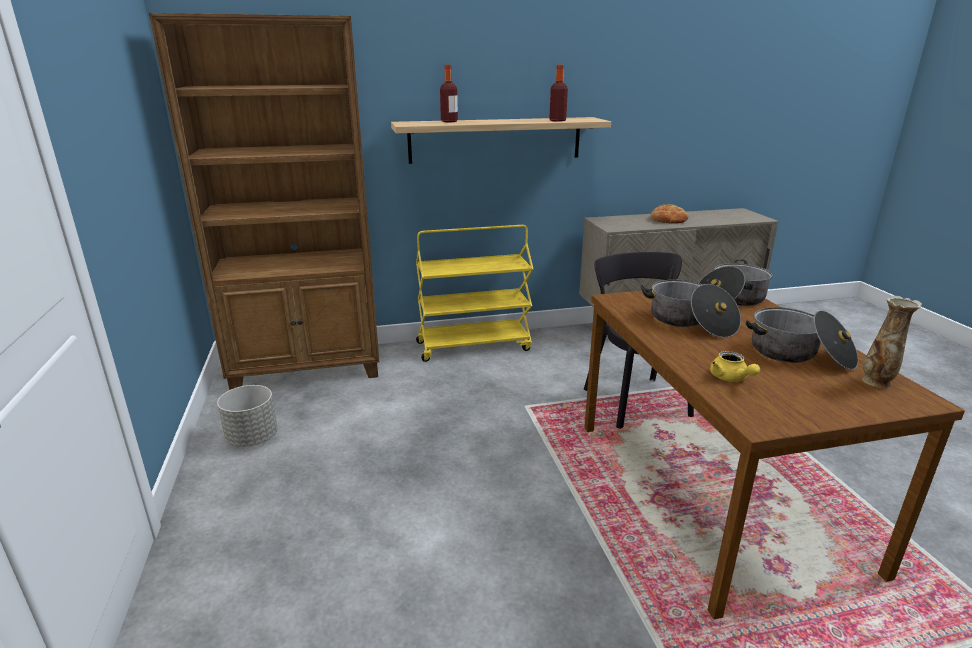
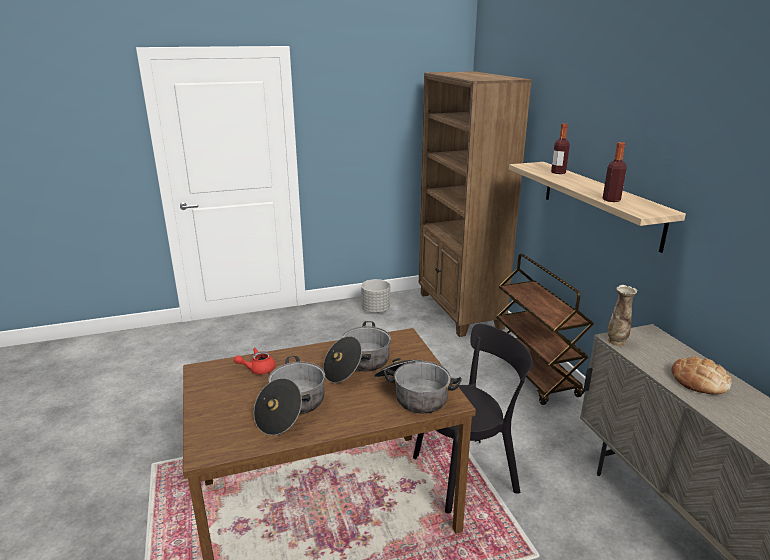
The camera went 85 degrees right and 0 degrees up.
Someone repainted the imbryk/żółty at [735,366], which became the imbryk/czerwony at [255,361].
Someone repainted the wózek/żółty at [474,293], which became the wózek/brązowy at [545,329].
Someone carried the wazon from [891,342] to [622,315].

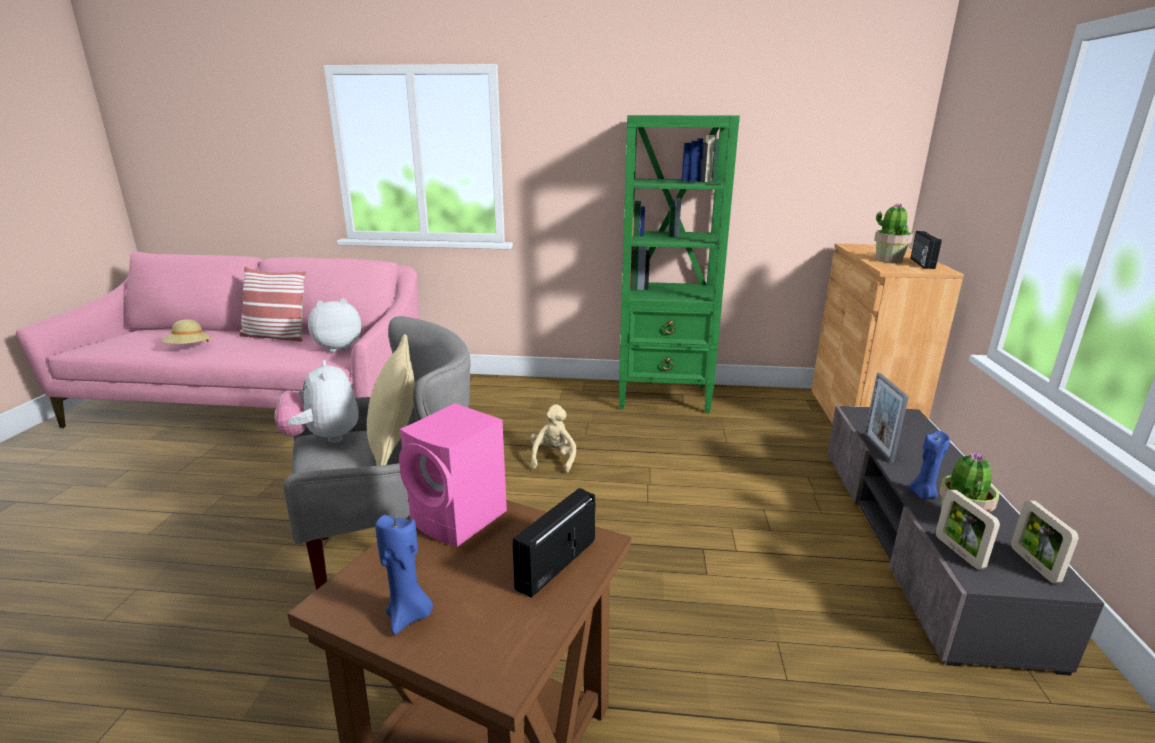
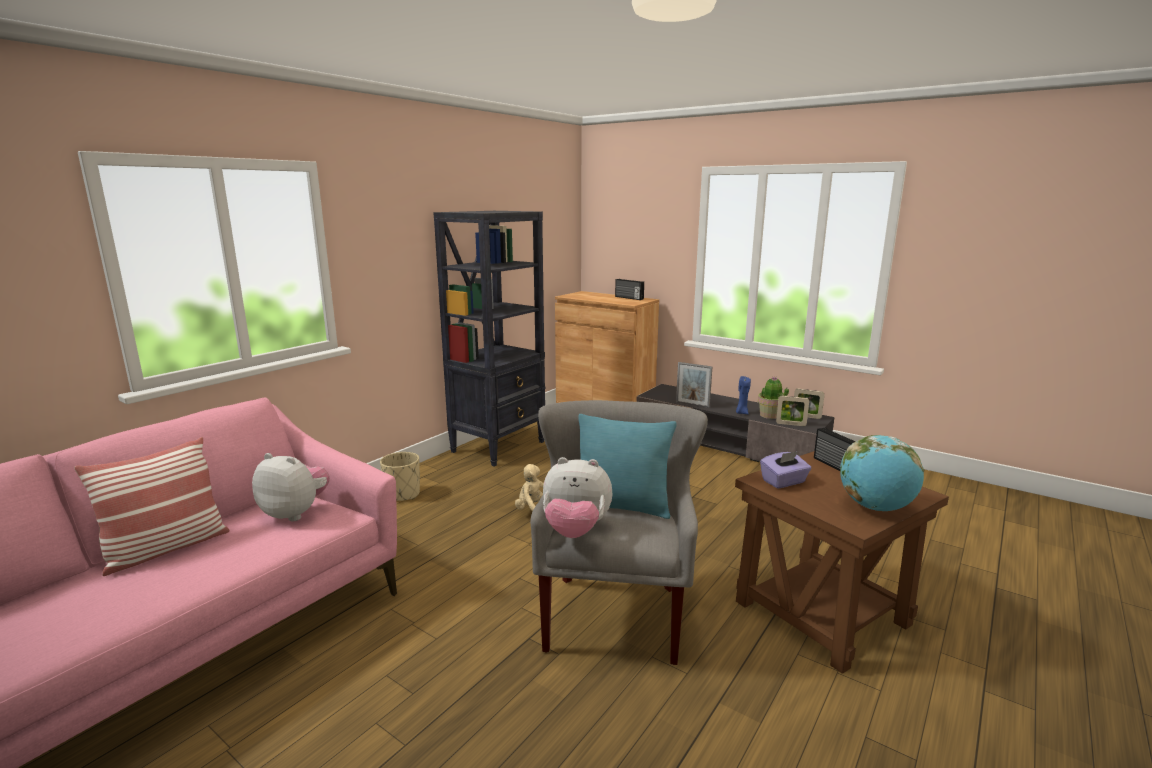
The camera went 60 degrees left and 5 degrees down.
Someone rotated the pluszak at [334,325] by 105 degrees clockwise.
Someone put down the donica/beżowy at [400,476].
Someone repainted the regał/zielony at [679,264], which became the regał/czarny at [489,339].
Someone repainted the poduszka/beżowy at [391,400], which became the poduszka/turkusowy at [627,466].
Someone swapped the głośnik/różowy at [453,475] for the pudełko chusteczek/fioletowy at [785,470].
Someone swapped the świeca/niebieski at [404,575] for the globus at [882,473].
Someone took away the kapelusz/beżowy at [187,331].
Someone took away the roślina doniczkowa at [893,233].

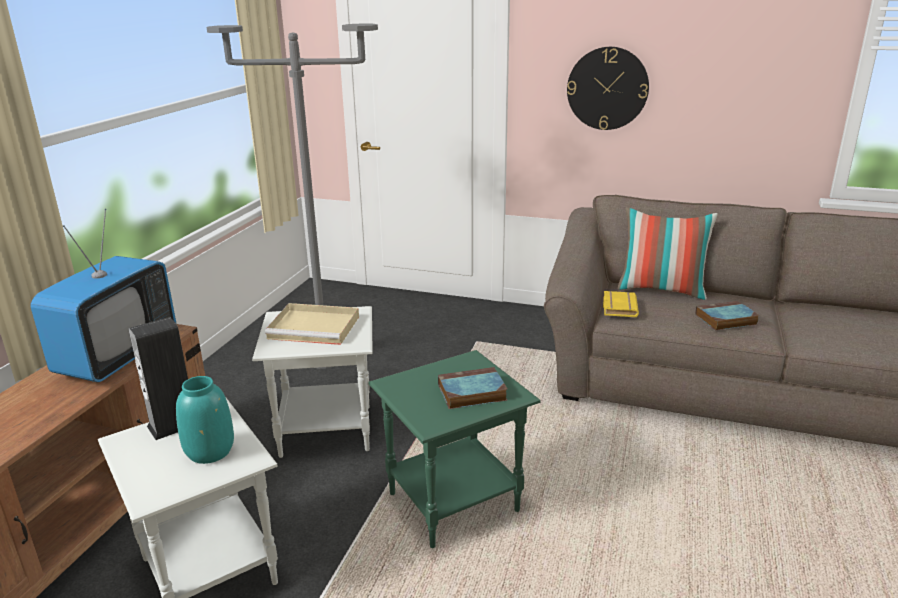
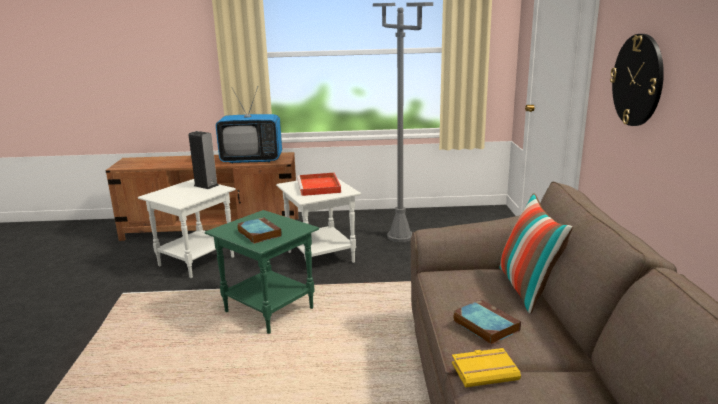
The camera went 70 degrees right and 5 degrees down.
Someone repainted the taca/beżowy at [312,324], which became the taca/czerwony at [319,184].
Someone carried the książka/żółty from [621,304] to [486,367].
Someone took away the wazon/turkusowy at [205,420].

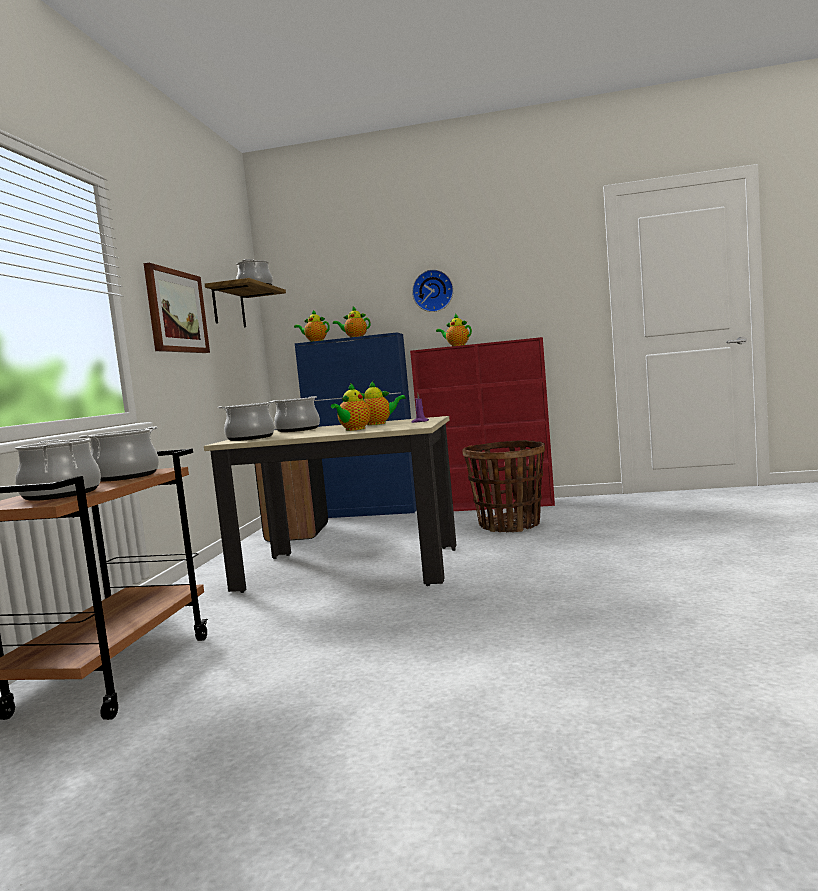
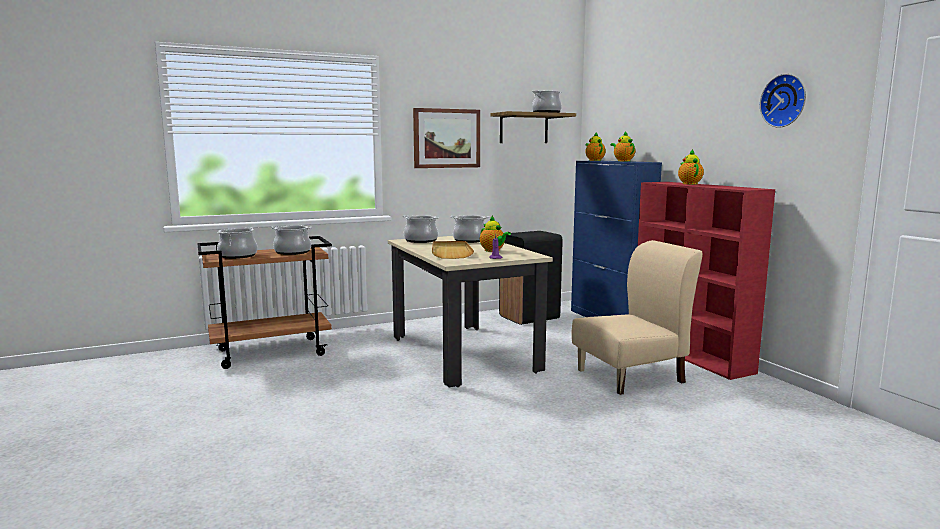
The camera went 55 degrees right and 5 degrees up.
Someone swapped the imbryk at [351,407] for the taca/beżowy at [453,250].
Someone swapped the koszyk at [503,486] for the krzesło/beżowy at [637,317].
Someone carried the zegar ścienny from [433,290] to [783,101].

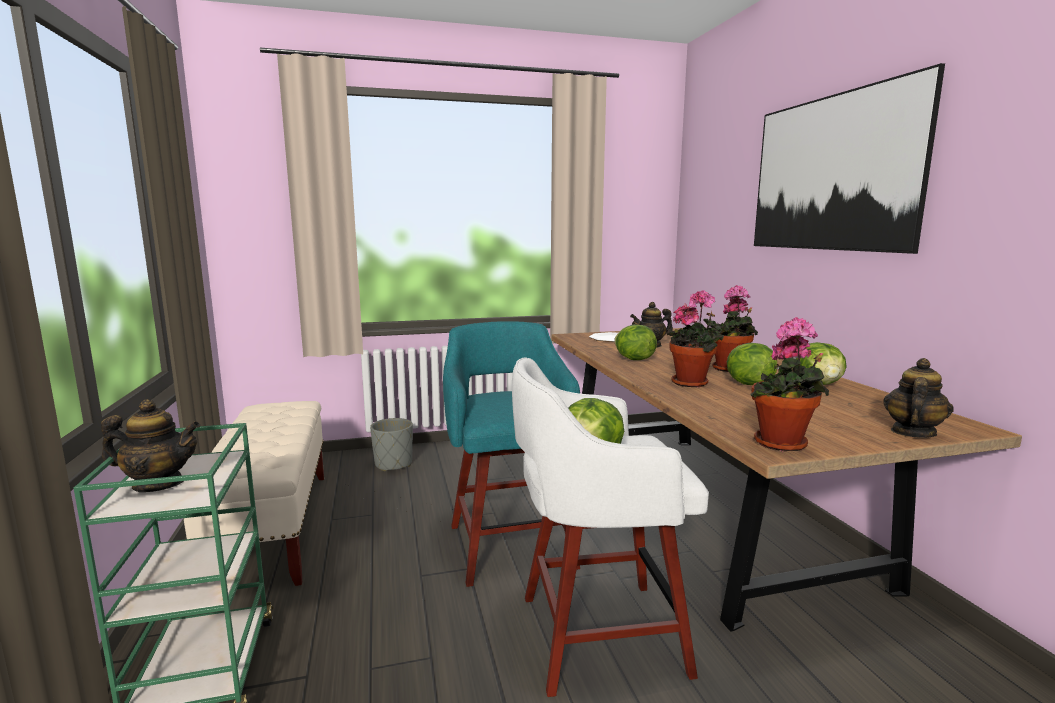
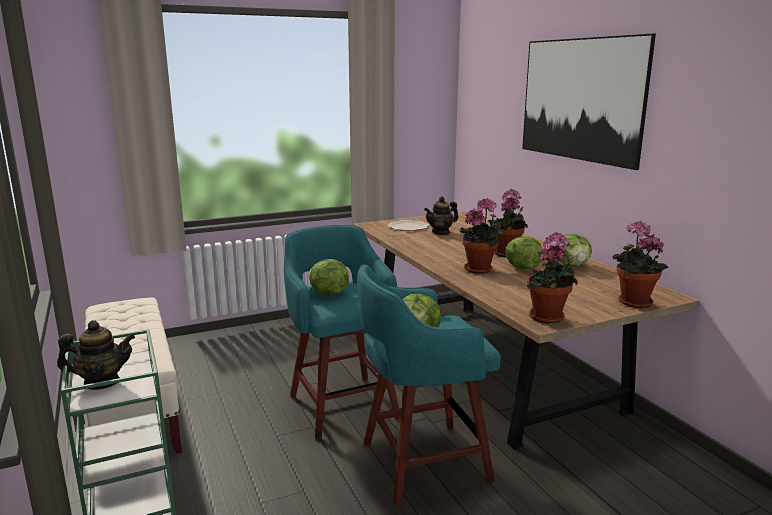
The camera went 10 degrees left and 5 degrees up.
Someone carried the sałata from [635,342] to [329,277].
Someone repainted the stołek/biały at [610,527], which became the stołek/turkusowy at [429,384].
Someone swapped the imbryk at [918,398] for the roślina doniczkowa at [640,264].
Someone took away the donica/szary at [391,444].

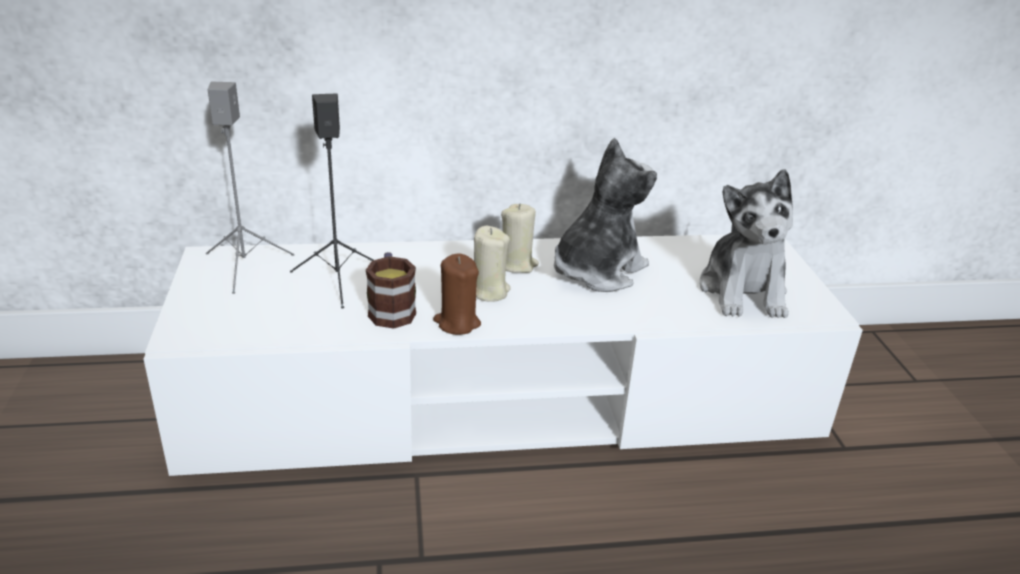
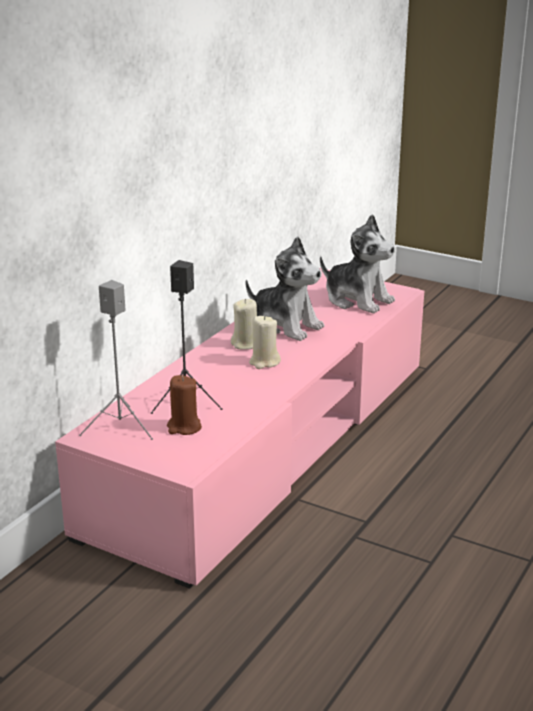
The camera went 50 degrees left and 5 degrees down.
Someone repainted the szafka pod telewizor/biały at [503,355], which became the szafka pod telewizor/różowy at [239,428].
Someone carried the świeca/brązowy from [457,294] to [184,405].
Someone rotated the pluszak at [605,215] by 135 degrees clockwise.
Someone took away the kubek at [391,290].

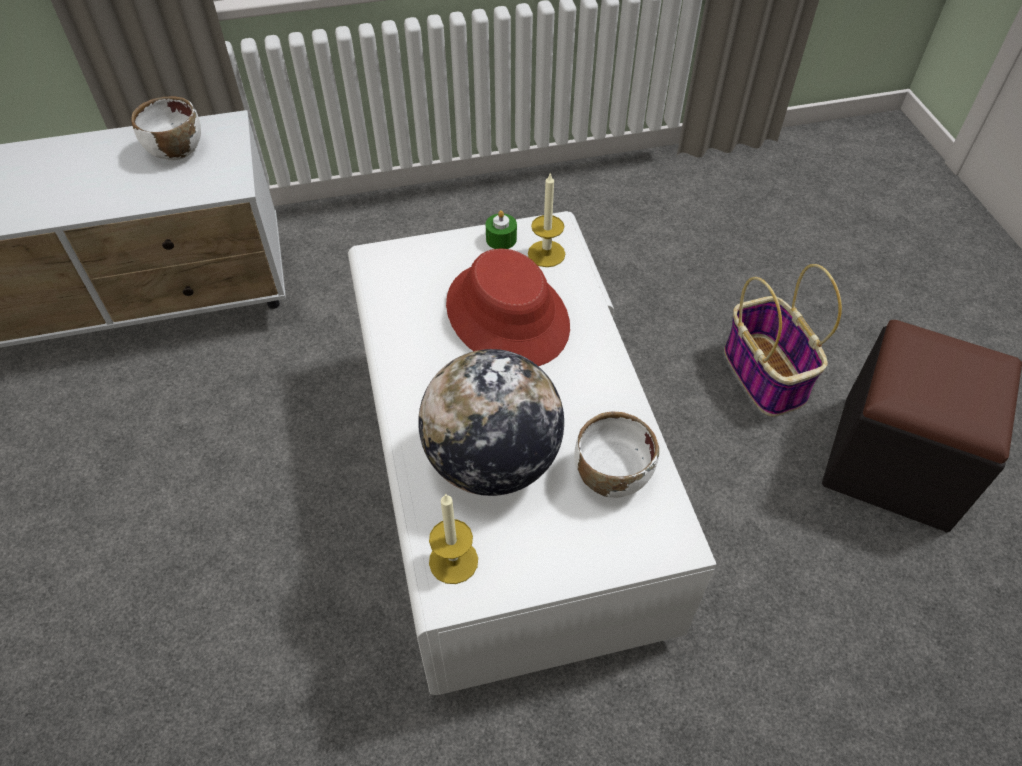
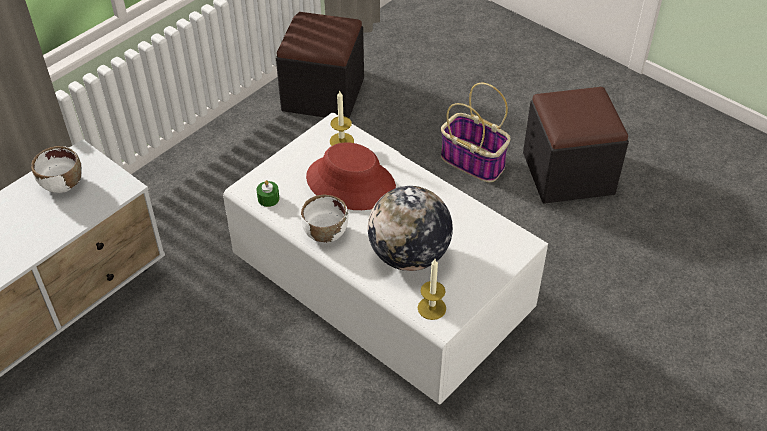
The camera went 35 degrees left and 5 degrees down.
Someone carried the świeca/zielony from [501,229] to [268,193].
Someone put down the pufa/czarny at [320,65].
Someone carried the miska/biały from [616,455] to [324,219].

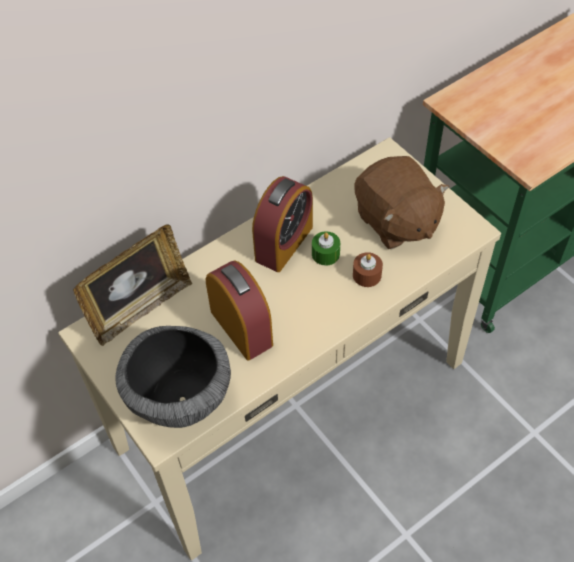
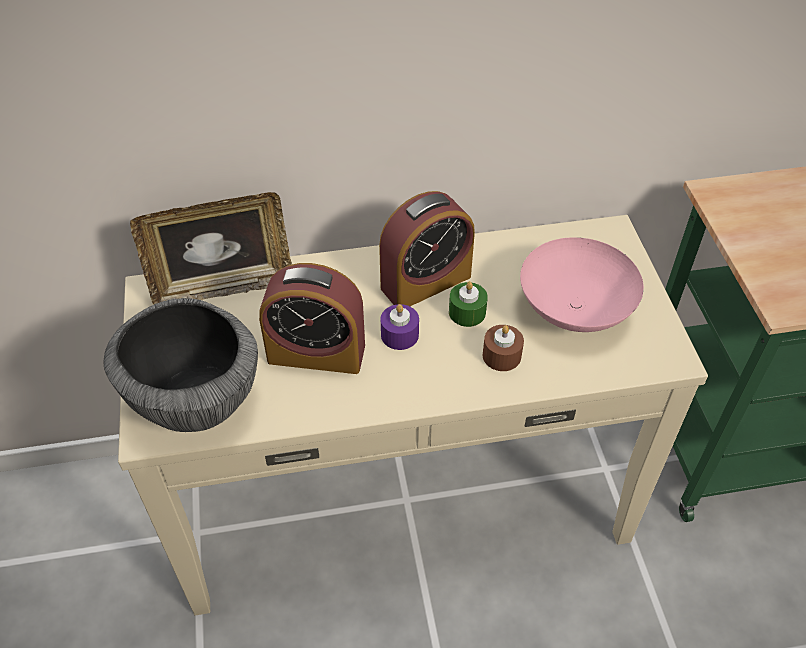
The camera went 25 degrees right and 5 degrees down.
Someone rotated the budzik at [239,310] by 105 degrees clockwise.
Someone put down the świeca/fioletowy at [400,327].
Someone swapped the pluszak/brązowy at [401,202] for the miska/różowy at [582,284].

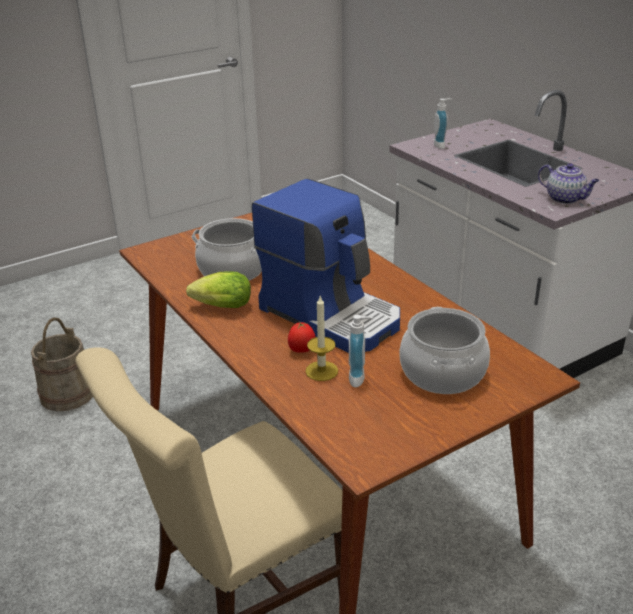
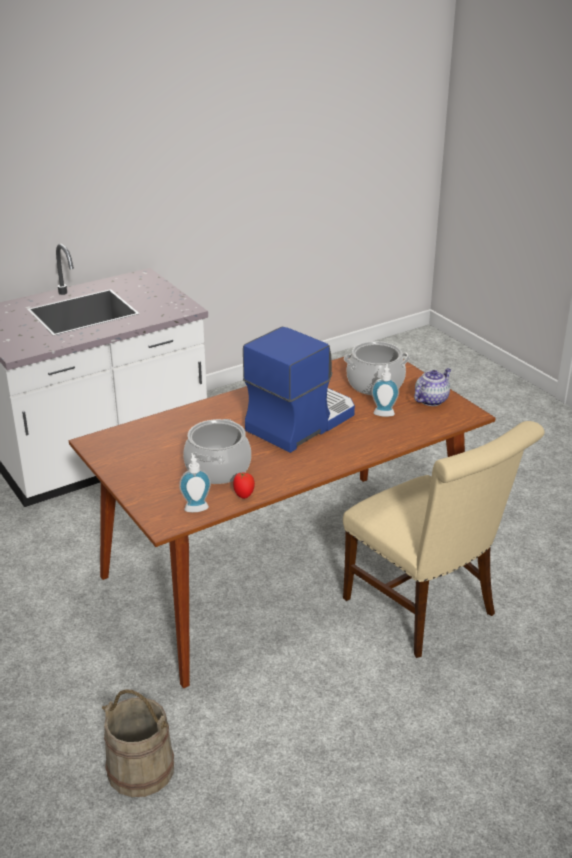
The camera went 90 degrees left and 0 degrees up.
Someone carried the dozownik mydła from [443,123] to [195,482].
Someone carried the pomidor from [302,337] to [244,486].
Someone carried the imbryk from [568,183] to [432,387].
Someone took away the sałata at [218,289].
Someone took away the świeca at [321,338].

